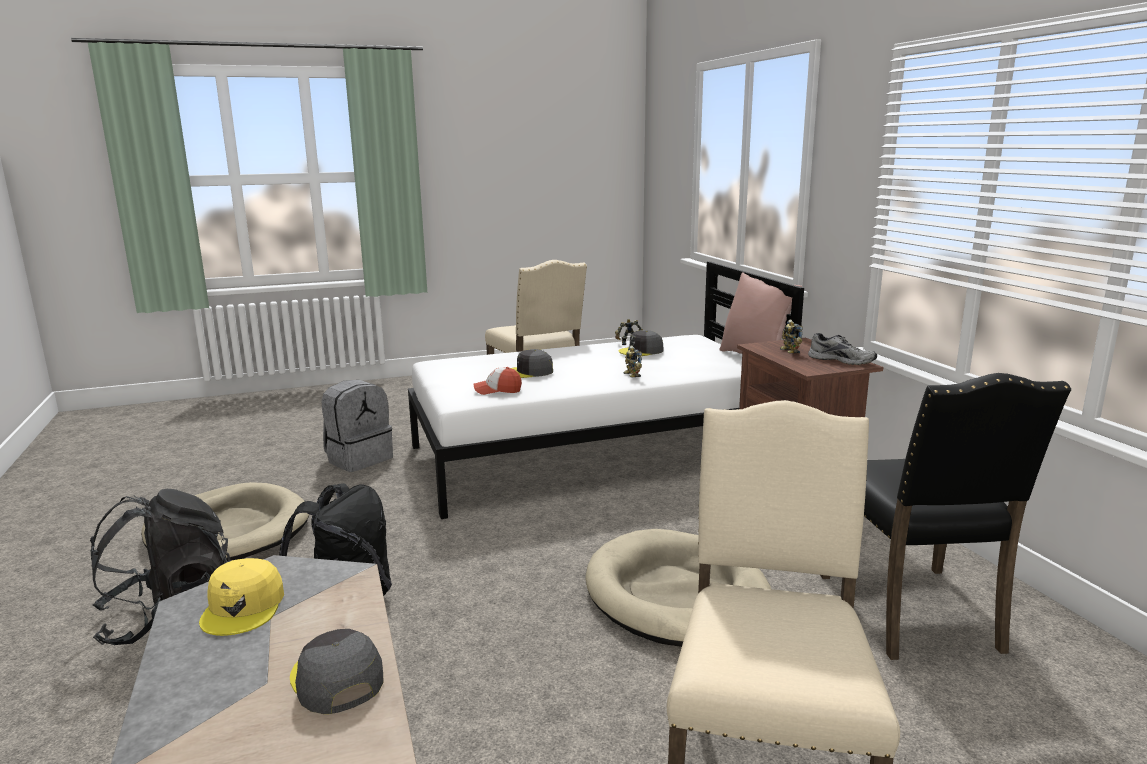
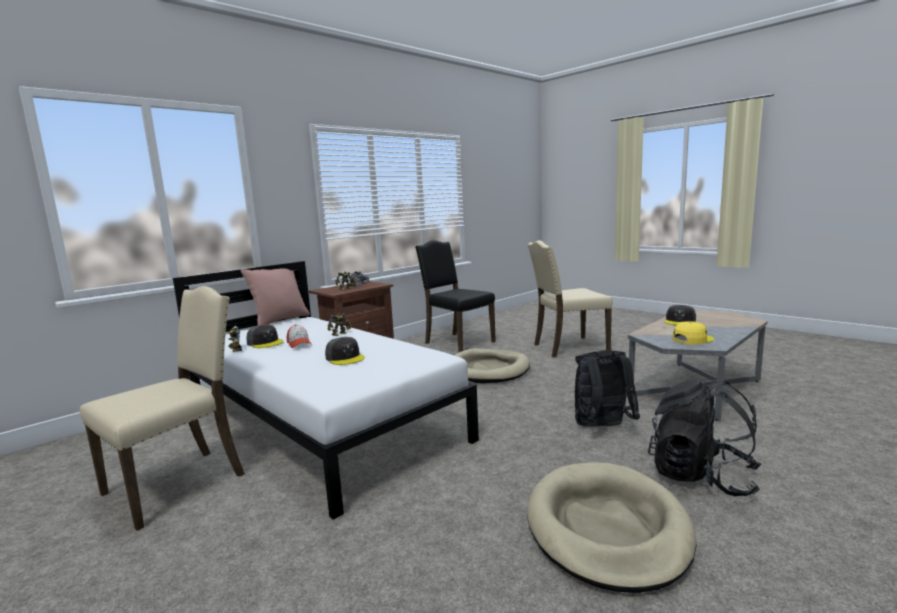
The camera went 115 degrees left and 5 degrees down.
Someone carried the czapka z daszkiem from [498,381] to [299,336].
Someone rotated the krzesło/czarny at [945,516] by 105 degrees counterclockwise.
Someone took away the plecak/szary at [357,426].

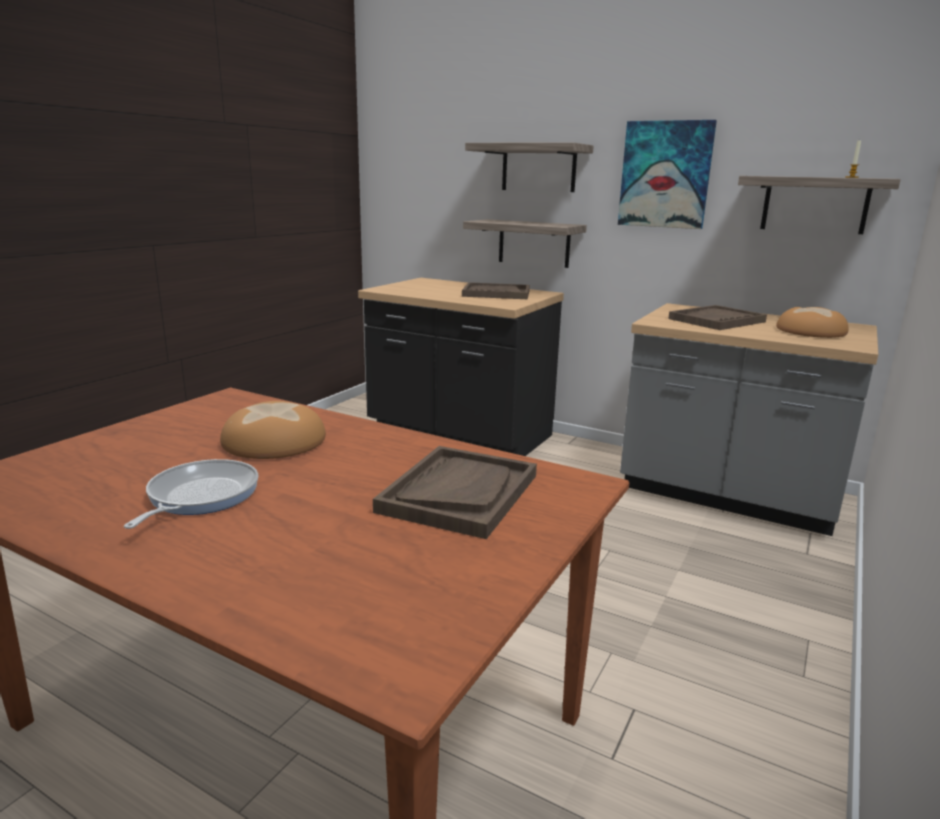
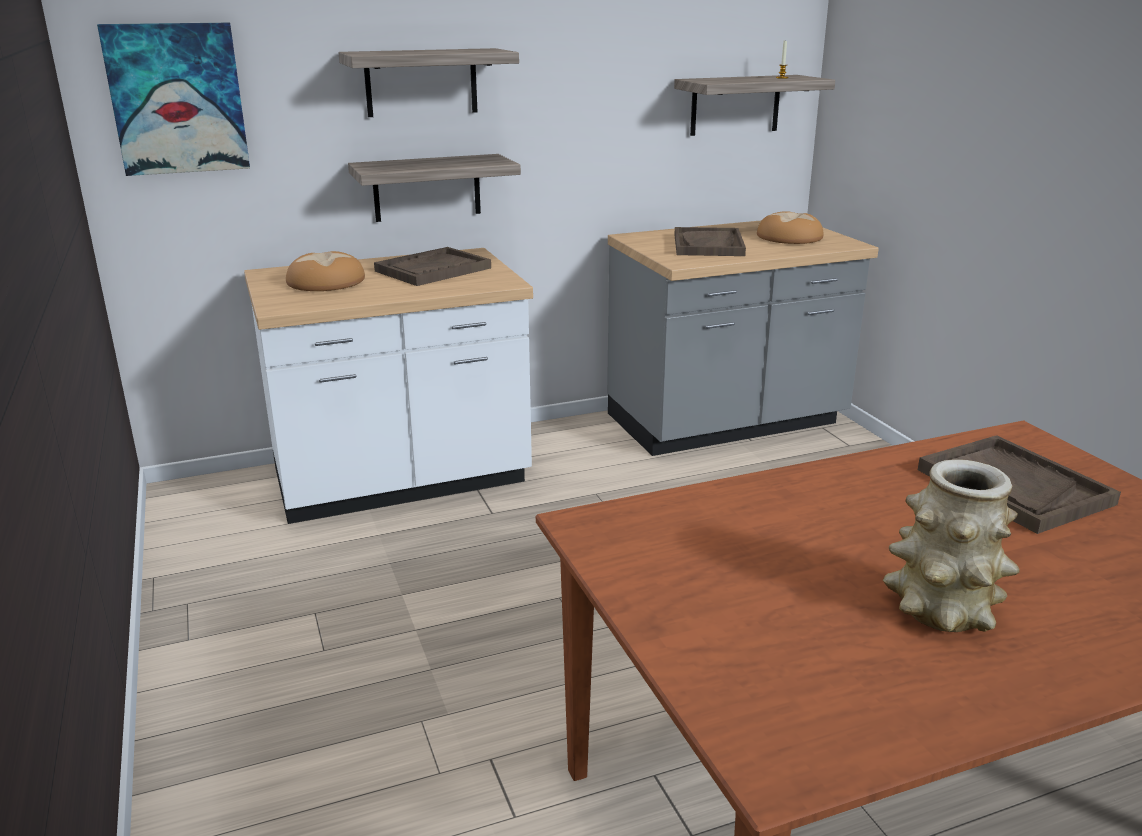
The camera went 50 degrees left and 5 degrees up.
Someone carried the obraz from [667,174] to [173,99].
Someone repainted the zabudowa kuchenna/czarny at [461,367], which became the zabudowa kuchenna/biały at [388,386].
Someone carried the chleb from [273,430] to [325,271].
Someone swapped the patelnia at [191,494] for the wazon at [951,545].

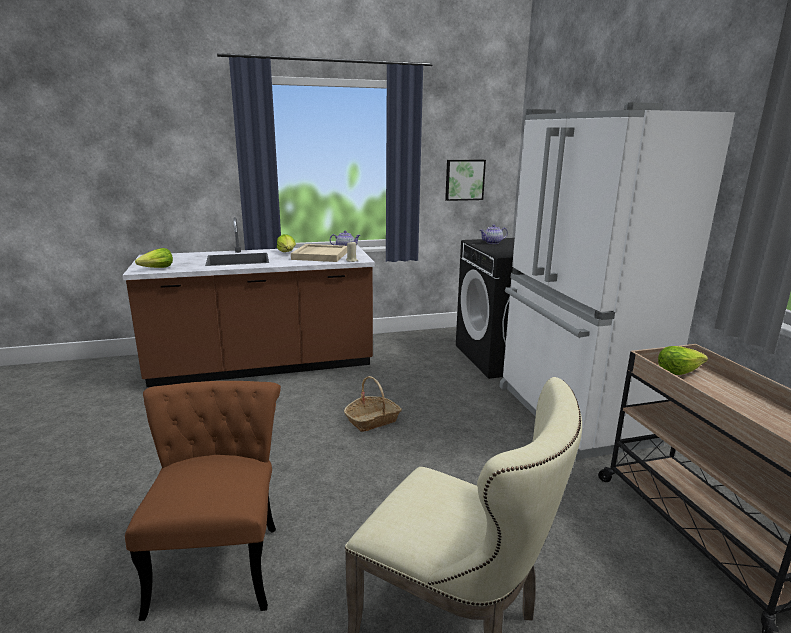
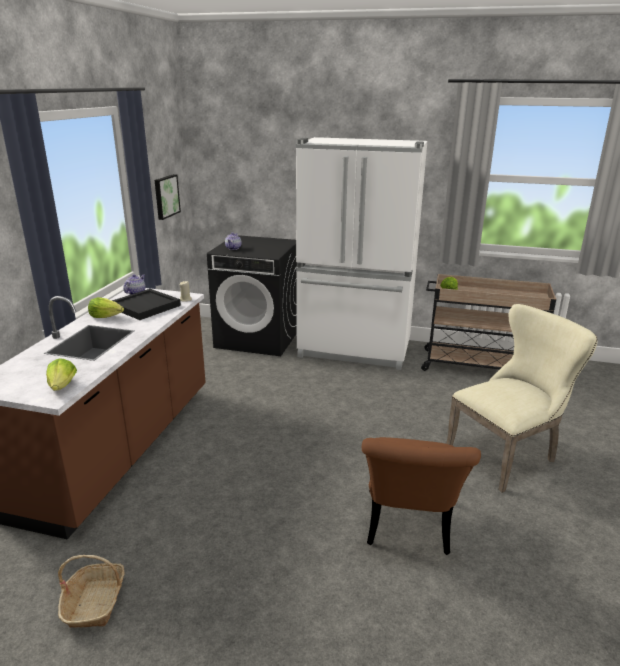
The camera went 60 degrees left and 5 degrees up.
Someone carried the koszyk from [373,404] to [91,591].
Someone repainted the taca/beżowy at [319,253], which became the taca/czarny at [146,304].
Someone rotated the krzesło/brązowy at [203,501] by 105 degrees counterclockwise.

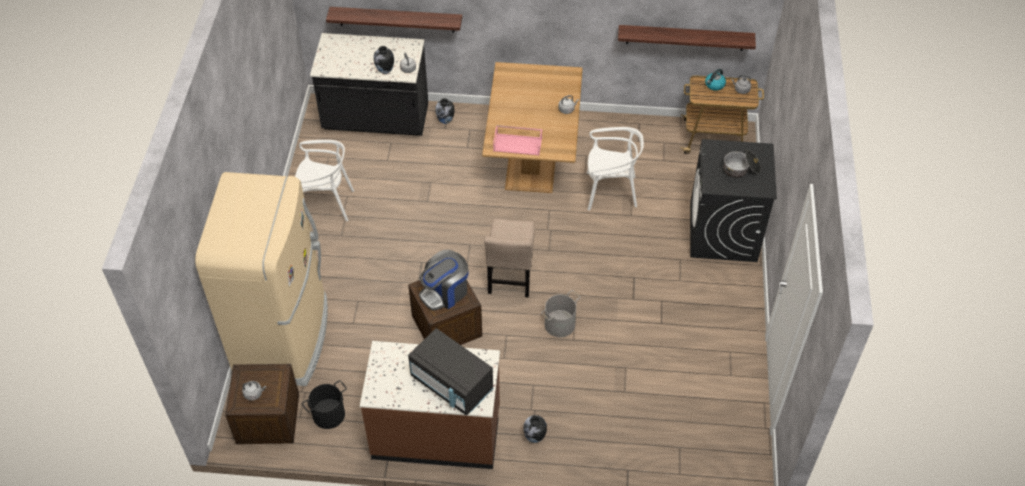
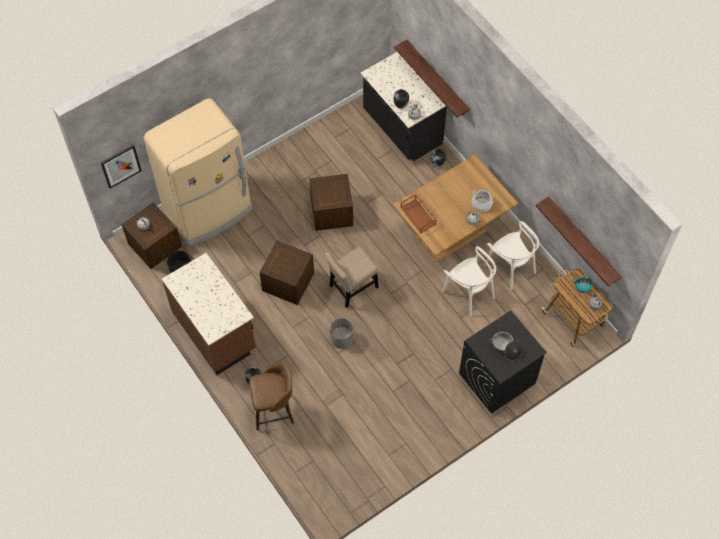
The camera went 50 degrees right and 10 degrees up.
Someone put up the obraz at [121,166].
Someone put down the stołek/brązowy at [271,396].
Someone put down the skrzynka at [331,202].
Someone repainted the taca/różowy at [517,140], which became the taca/brązowy at [418,213].
Someone put down the garnek at [482,201].
Someone carried the krzesło/biały from [324,180] to [511,255].
Someone took away the mikrofalówka/czarny at [451,372].
Someone took away the ekspres do kawy at [444,280].

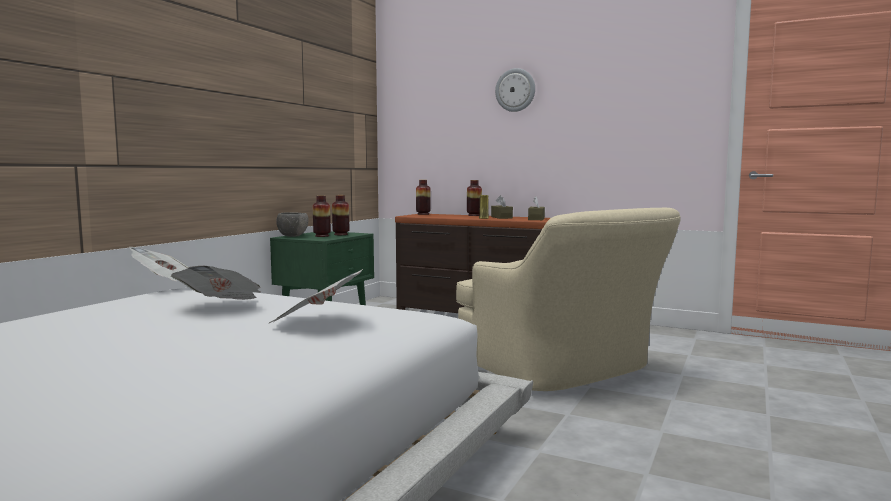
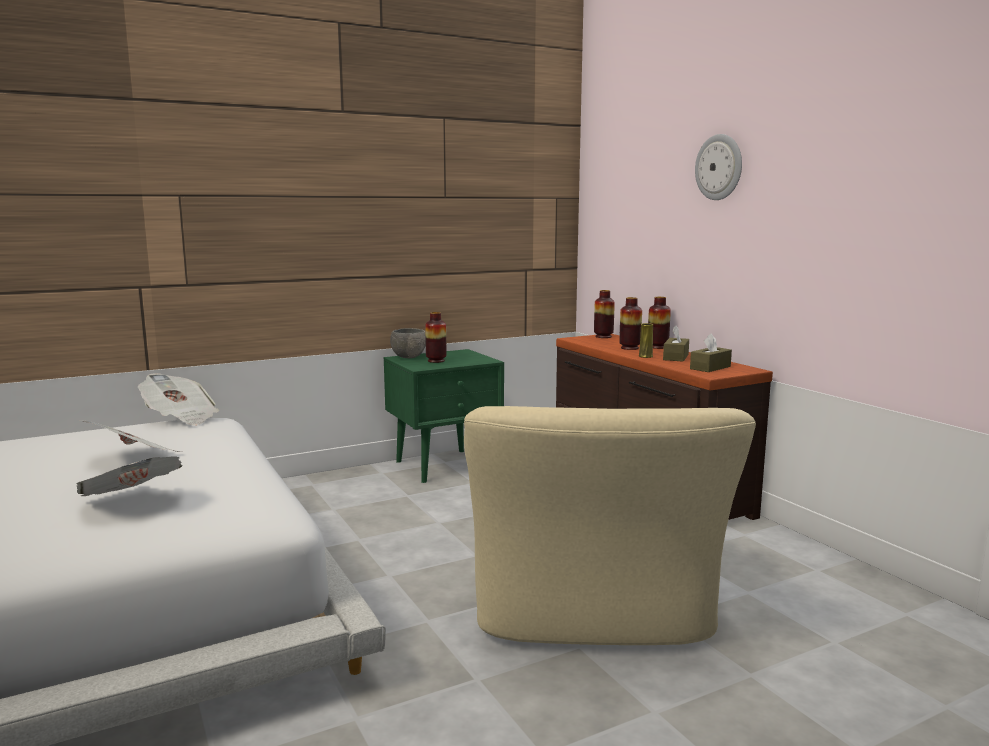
The camera went 35 degrees right and 5 degrees up.
Someone carried the wazon from [340,215] to [630,323].

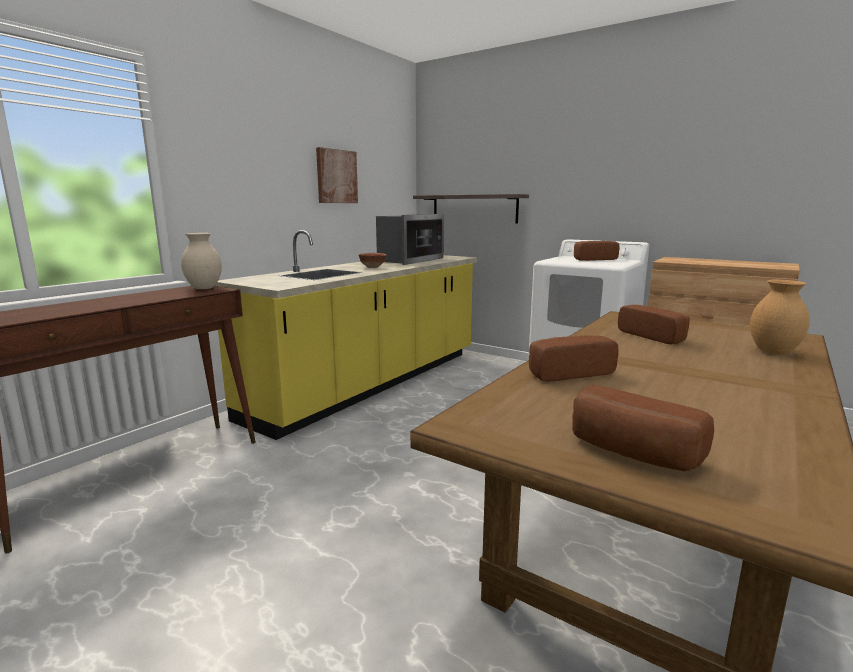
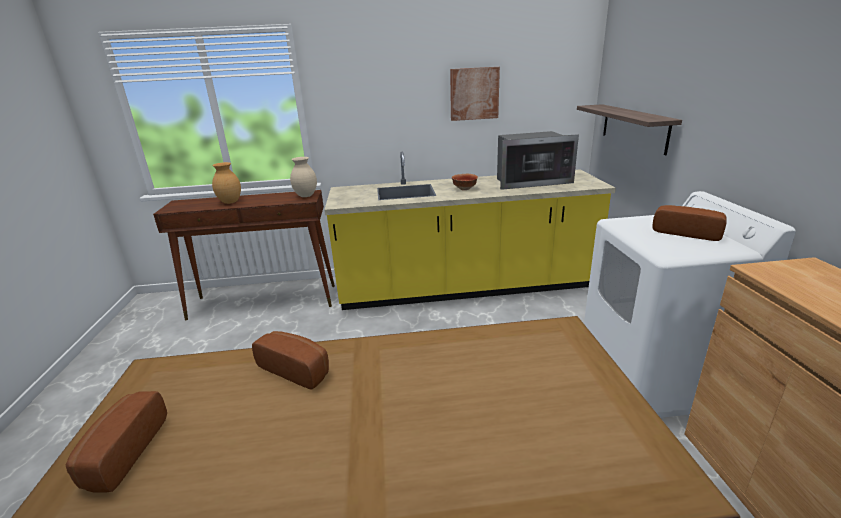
The camera went 50 degrees right and 10 degrees up.
Someone carried the wazon/brązowy from [780,317] to [226,183].
Someone took away the chleb at [654,325].

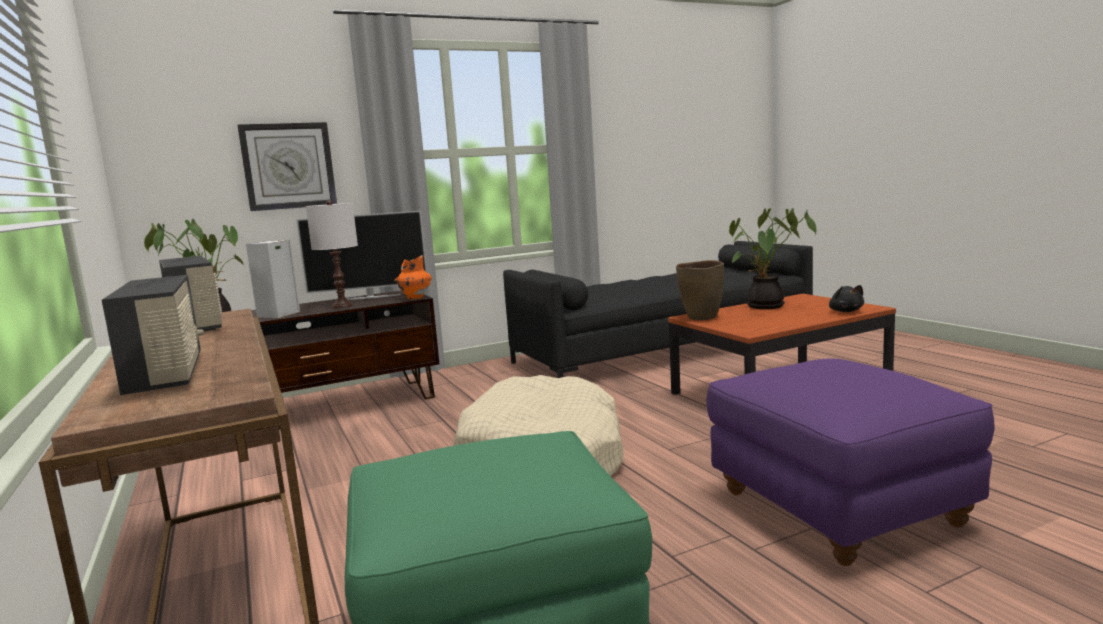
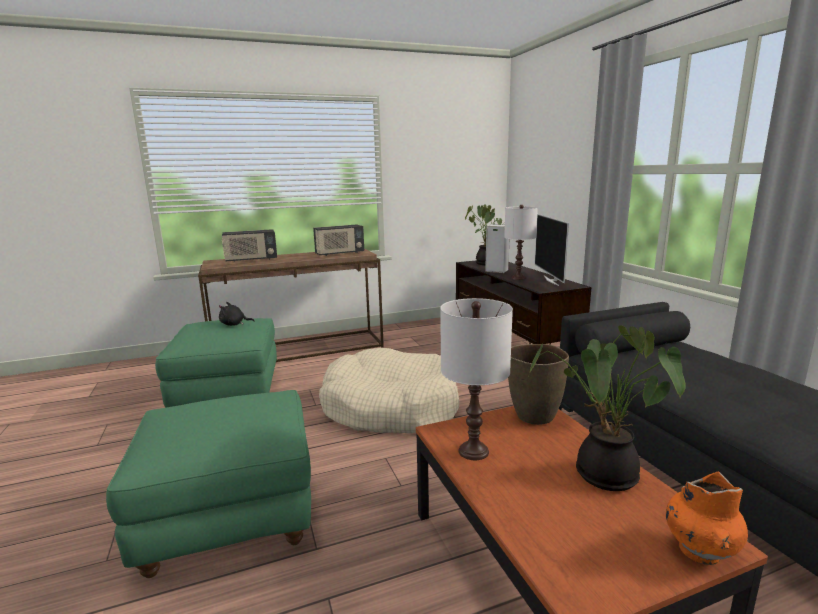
The camera went 95 degrees right and 5 degrees up.
Someone repainted the pufa/fioletowy at [851,462], which became the pufa/zielony at [208,484].
Someone carried the pluszak/czarny from [846,298] to [237,314].
Someone put down the lampa stołowa/biały at [476,379].
Someone carried the wazon/pomarańczowy from [413,277] to [707,518].
Someone took away the zegar ścienny at [287,166].

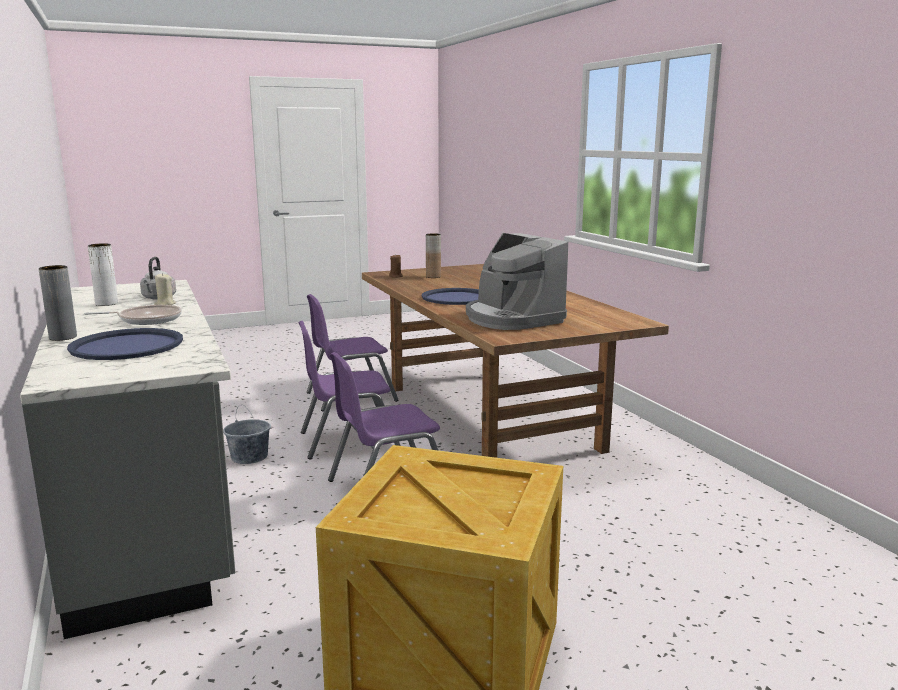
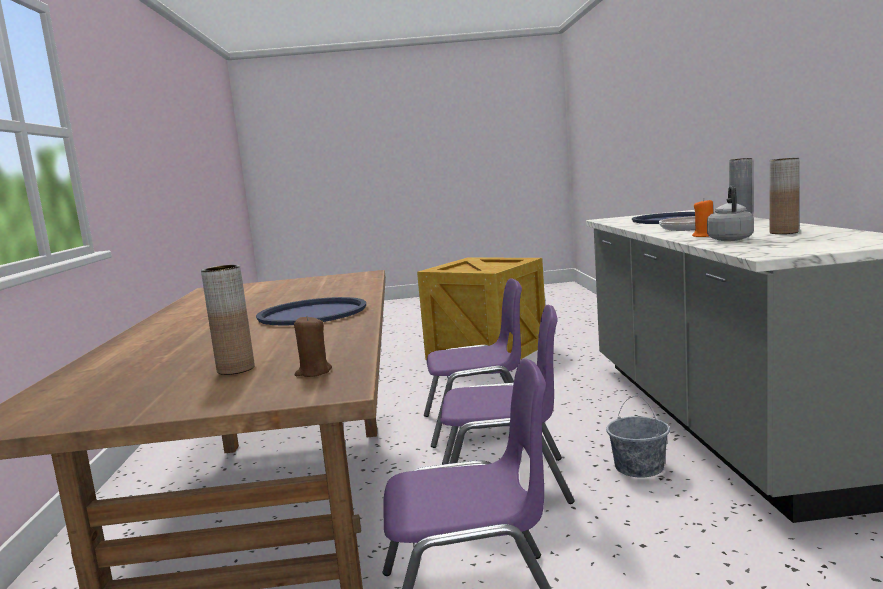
The camera went 160 degrees left and 5 degrees down.
Someone repainted the świeca/beżowy at [165,289], which became the świeca/pomarańczowy at [702,218].
Someone repainted the wazon/biały at [103,274], which became the wazon/brązowy at [784,196].
Someone took away the ekspres do kawy at [517,281].

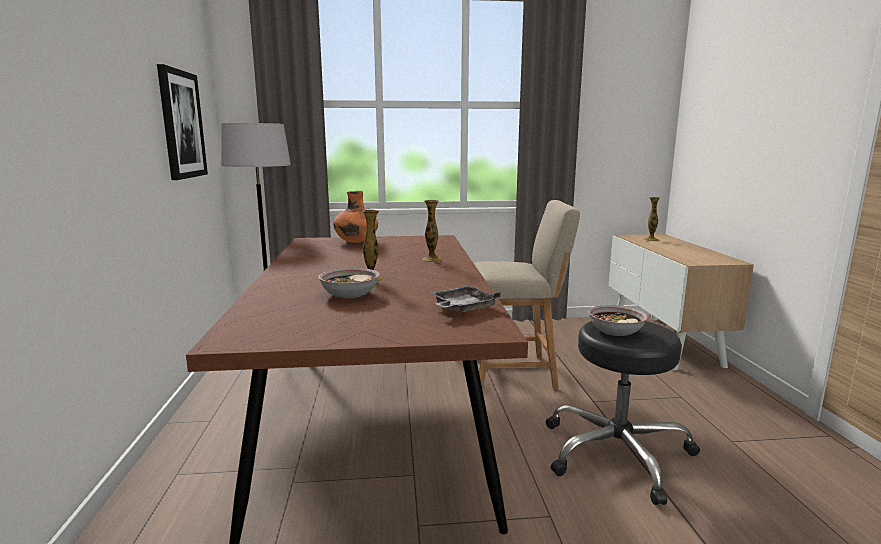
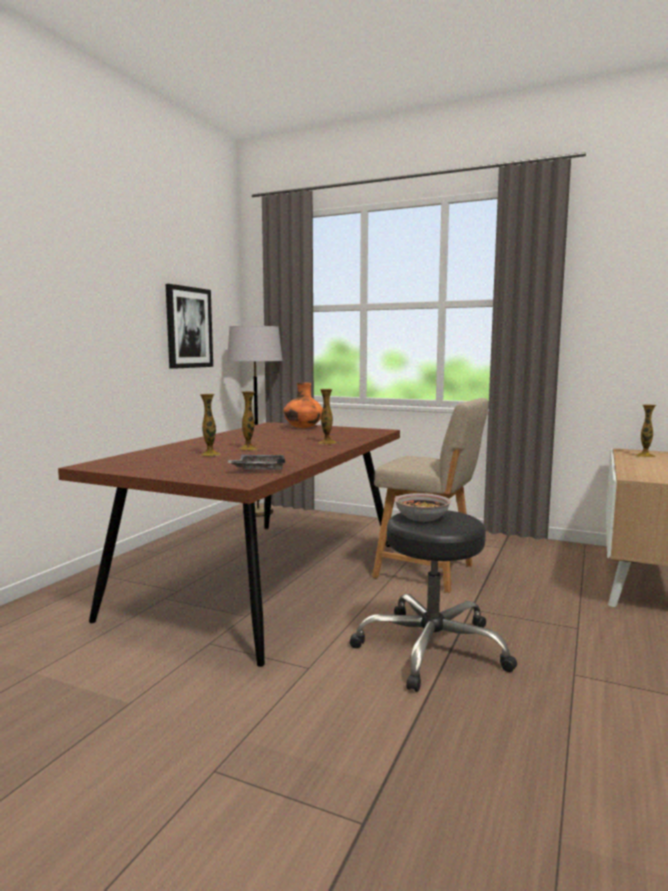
The camera went 30 degrees right and 5 degrees down.
Someone swapped the miska at [349,283] for the wazon at [210,425].

